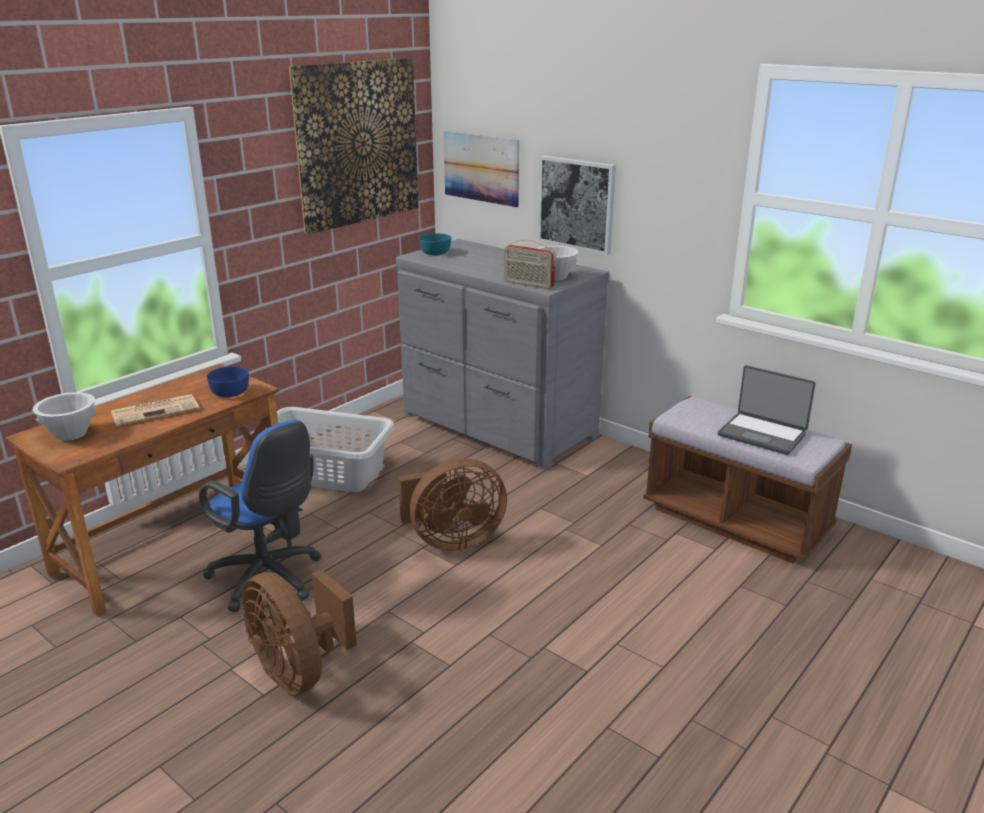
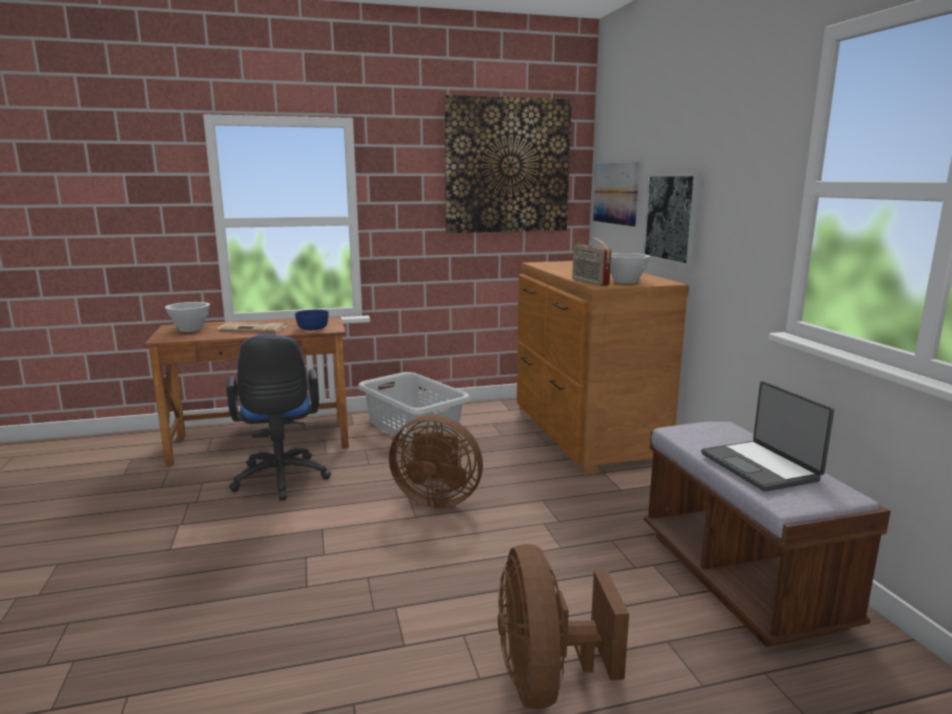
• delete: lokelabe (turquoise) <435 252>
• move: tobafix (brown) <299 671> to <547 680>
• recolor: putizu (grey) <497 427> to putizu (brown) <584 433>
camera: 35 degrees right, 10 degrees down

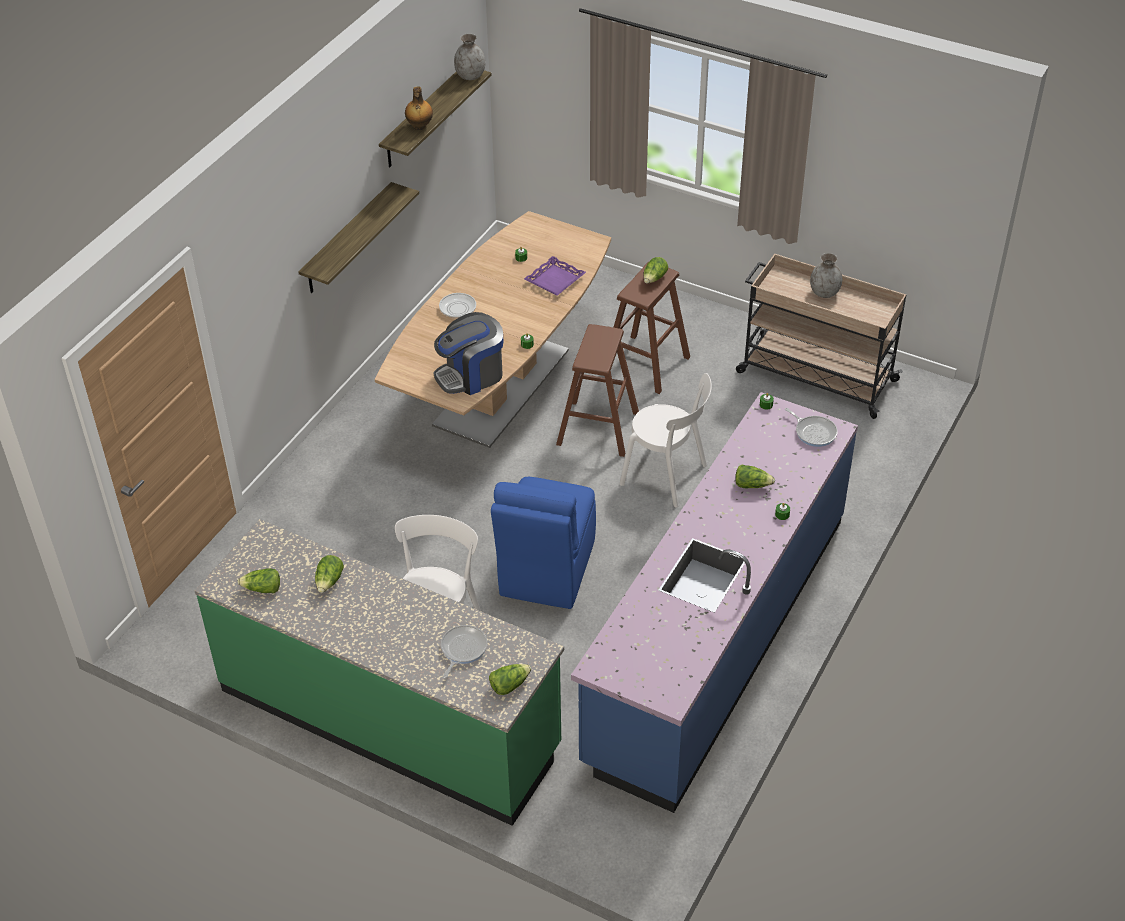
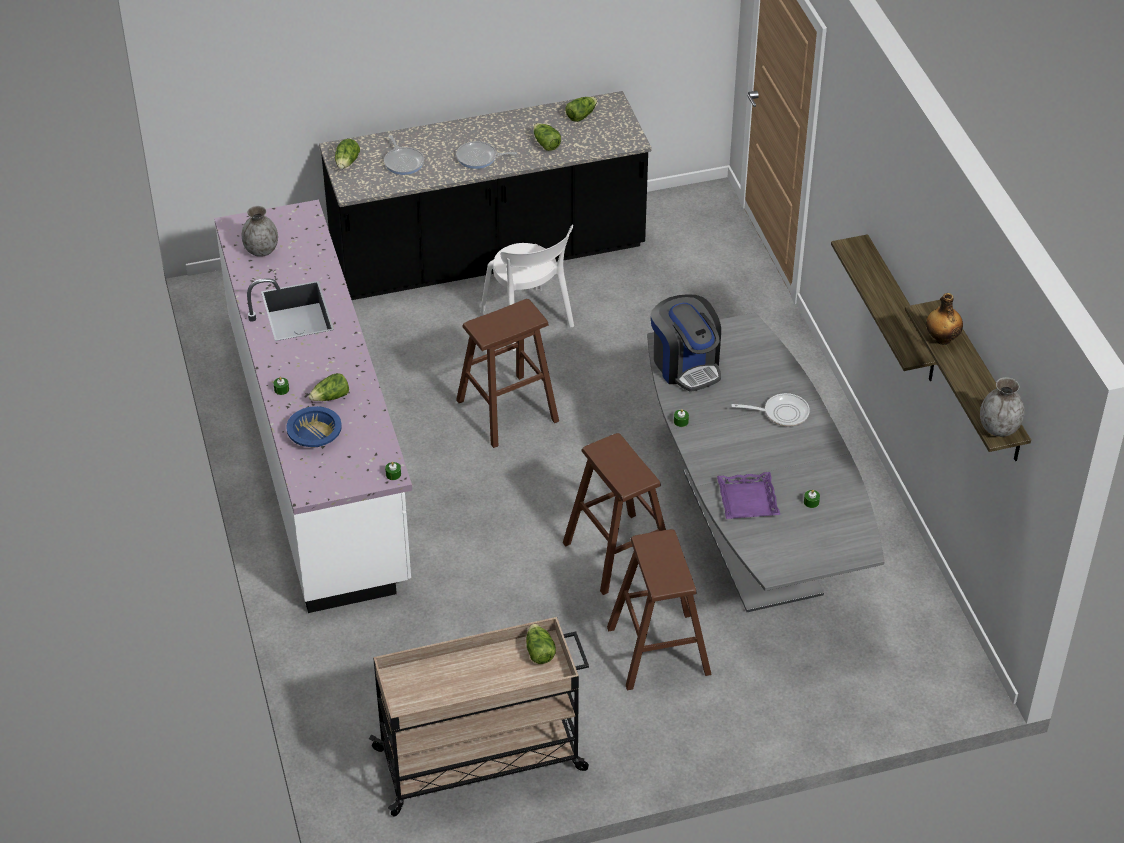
• delete: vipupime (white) <667 476>
• insert: lokelabe (blue) <315 434>
• move: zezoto <654 278> to <539 651>
• move: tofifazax <814 432> to <479 158>
• move: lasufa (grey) <824 292> to <261 250>
• replace: vipupime (blue) <546 570> to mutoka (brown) <507 410>
• recolor: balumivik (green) <390 718> to balumivik (black) <488 256>
• recolor: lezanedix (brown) <502 387> to lezanedix (grey) <751 532>
• recolor: balumivik (blue) <716 637> to balumivik (white) <318 449>
• rotate: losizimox <471 375> = <686 365> 135 degrees clockwise
camera: 135 degrees right, 0 degrees up

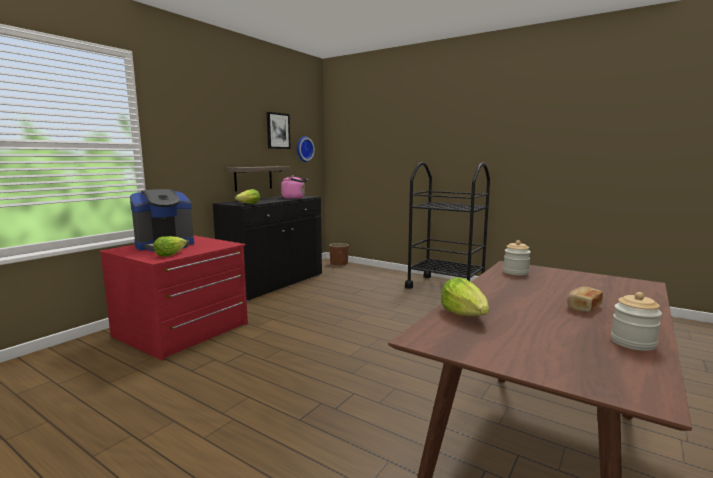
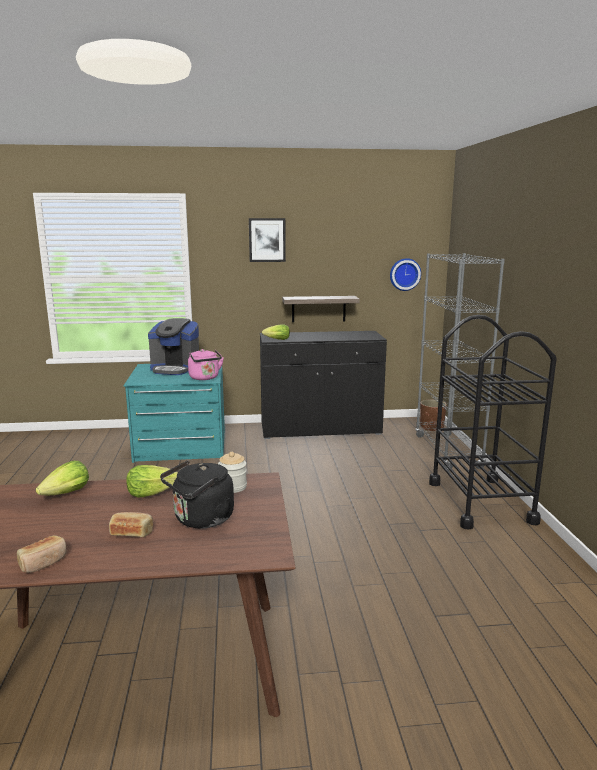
• insert: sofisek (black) <201 520>
• insert: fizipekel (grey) <447 452>
• move: zezoto <170 254> to <152 492>
• move: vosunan <278 131> to <267 240>
• move: sofisek (pink) <295 198> to <205 378>
• replace: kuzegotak <633 342> to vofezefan <43 562>
• recolor: putizu (red) <182 330> to putizu (turquoise) <181 446>
camera: 50 degrees right, 5 degrees up

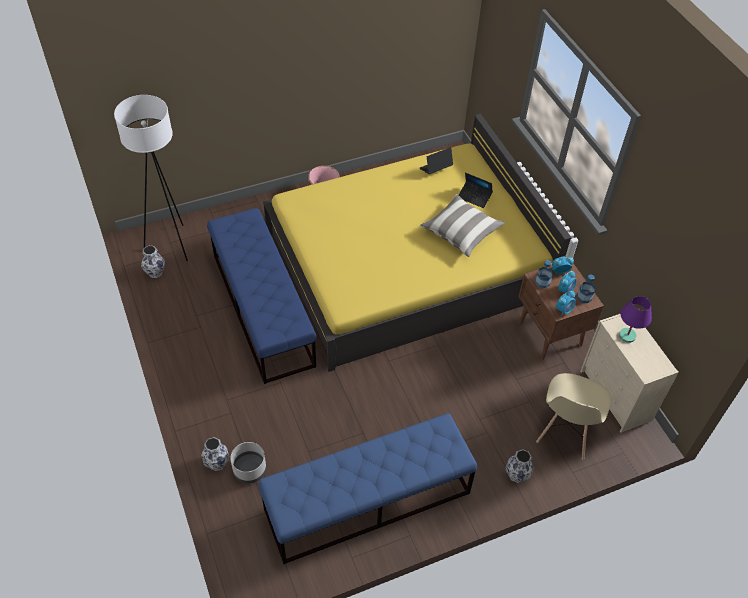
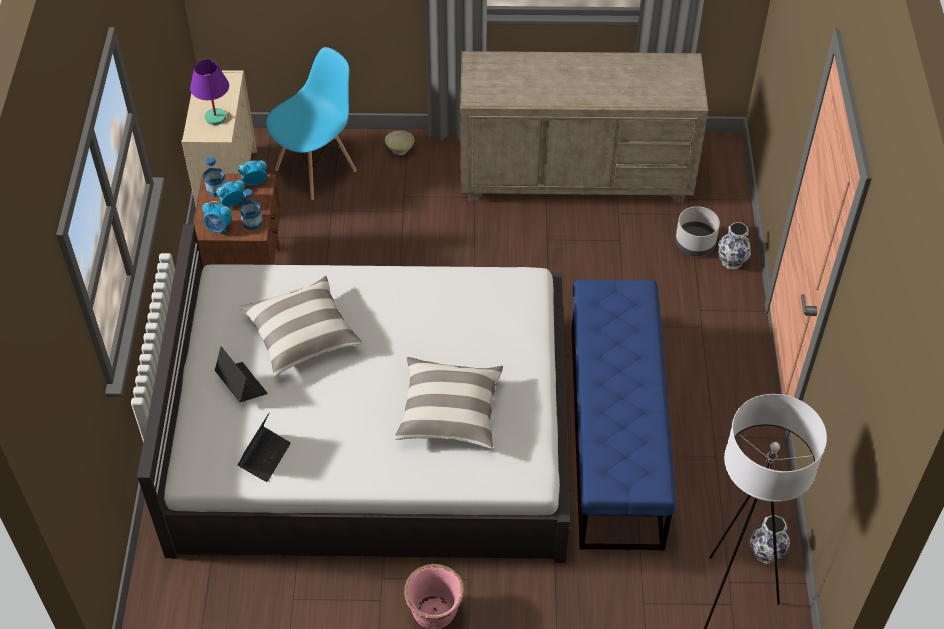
• insert: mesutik <449 412>
• replace: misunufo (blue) <367 501> to putizu (beige) <575 176>
• replace: lasufa <516 475> to lokelabe (beige) <400 149>
• recolor: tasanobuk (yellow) <407 266> to tasanobuk (white) <372 431>
• recolor: vipupime (beige) <565 432> to vipupime (blue) <316 170>
• rotate: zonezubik <435 169> = <265 457> 60 degrees counterclockwise
camera: 155 degrees left, 0 degrees up

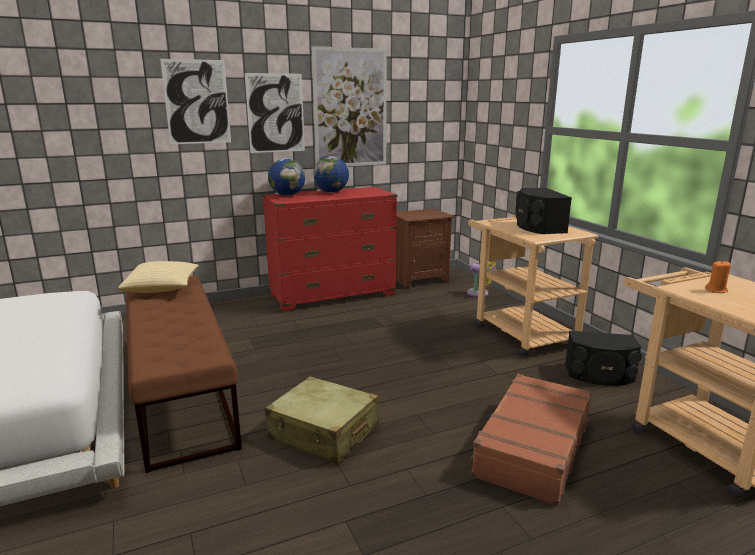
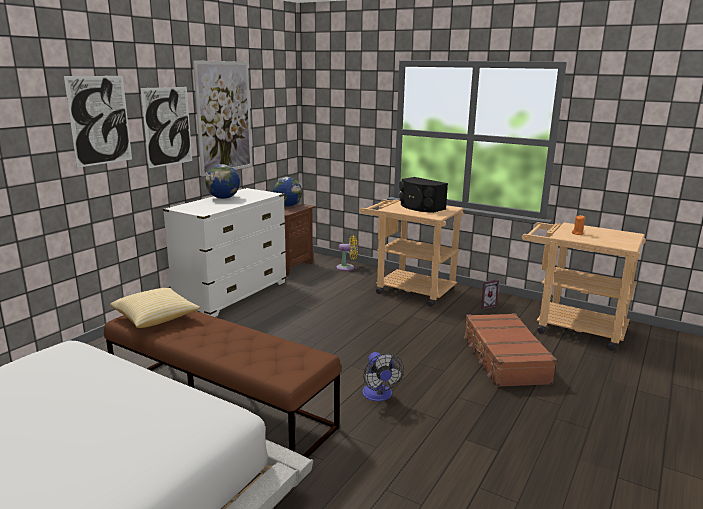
• move: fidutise <287 195> to <287 206>
• replace: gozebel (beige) <324 433> to tobafix <379 396>
• replace: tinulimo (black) <600 375> to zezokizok <486 305>
• recolor: putizu (red) <333 295> to putizu (white) <233 295>
camera: 35 degrees left, 0 degrees up

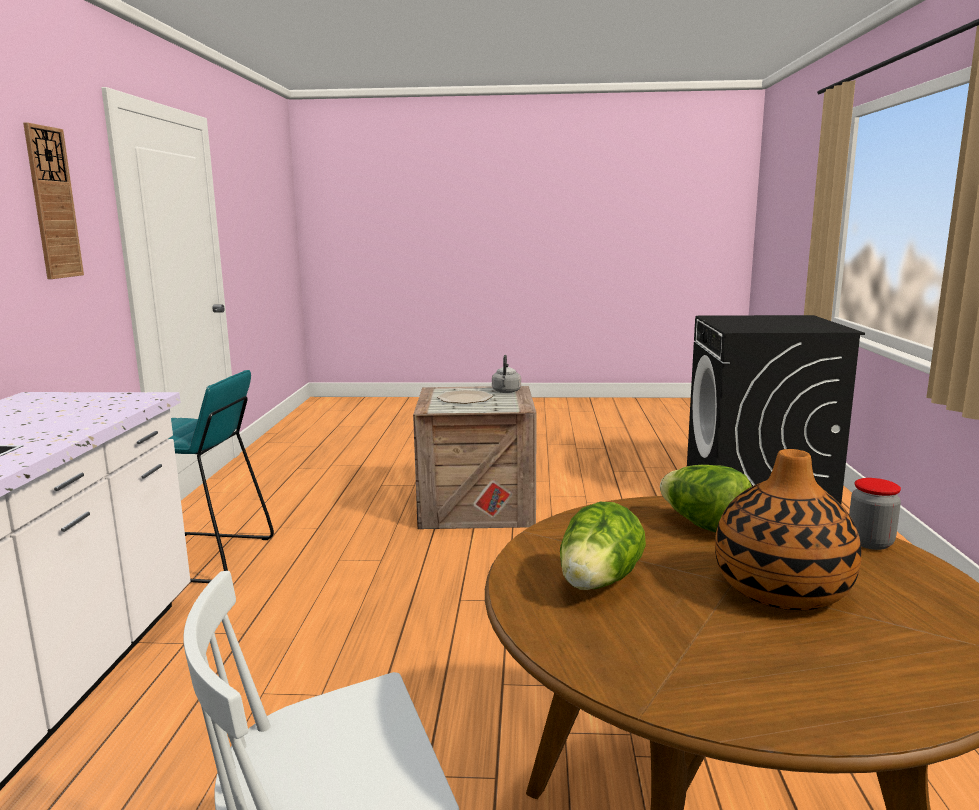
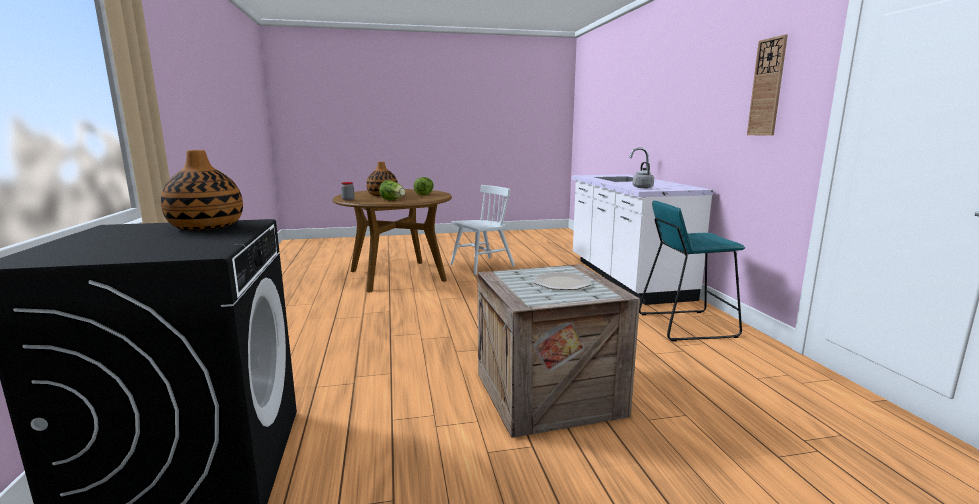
• insert: lasufa <206 227>
• move: sofisek (grey) <506 392> to <642 187>
camera: 165 degrees right, 0 degrees up

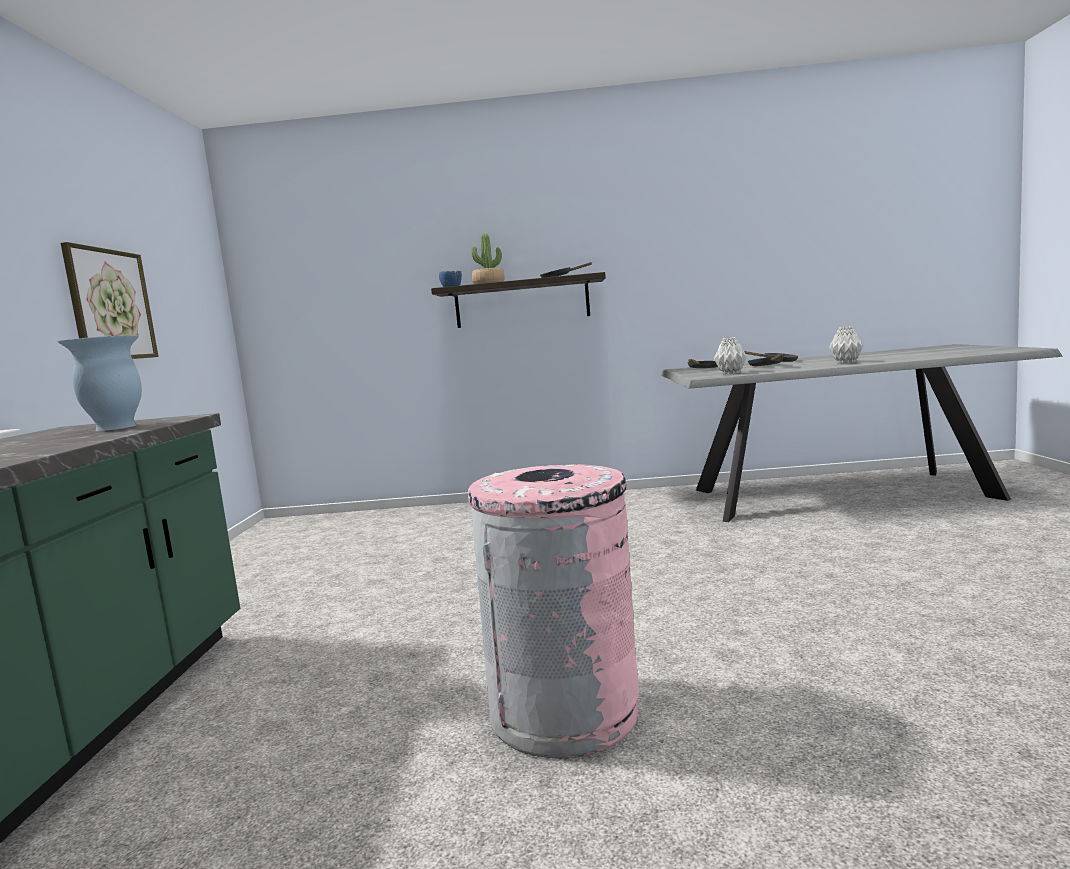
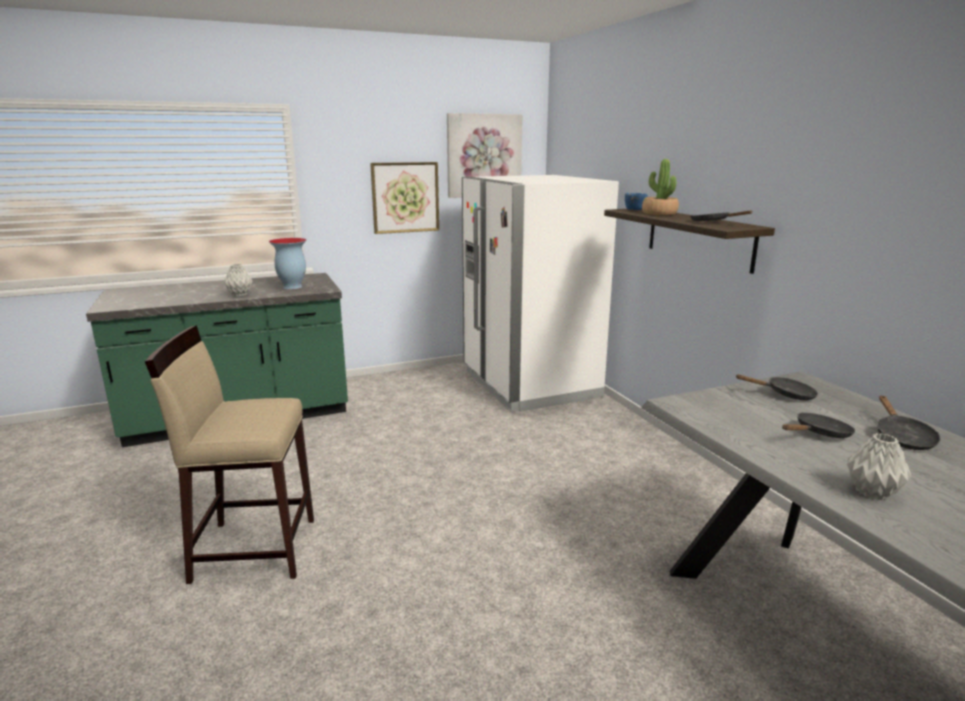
• insert: vosunan <484 155>
• insert: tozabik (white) <529 384>
• move: lasufa (grey) <730 373> to <240 294>
• replace: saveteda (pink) <565 712> to mutoka (beige) <254 548>
camera: 65 degrees right, 10 degrees up

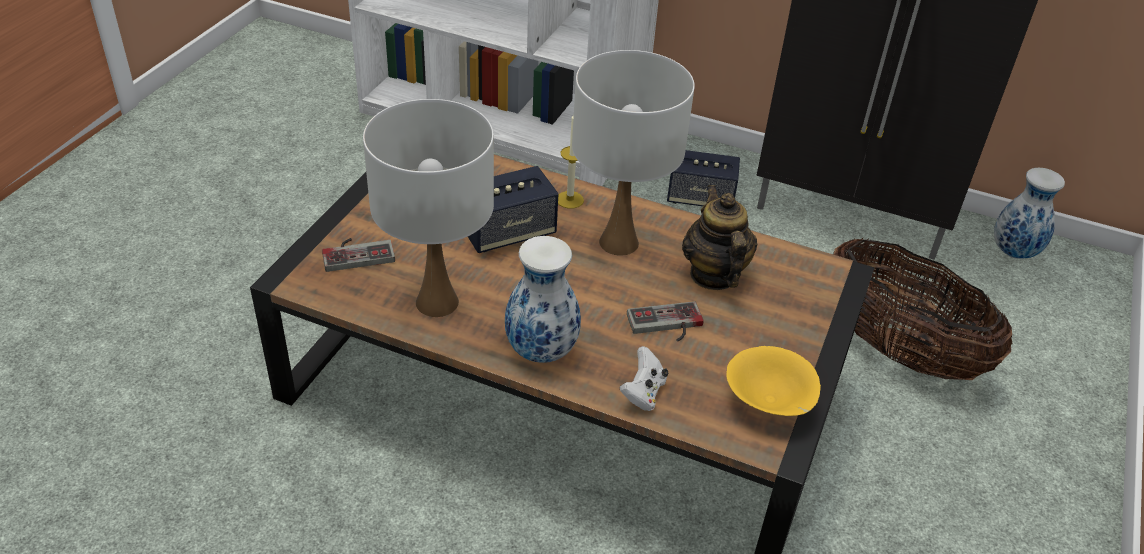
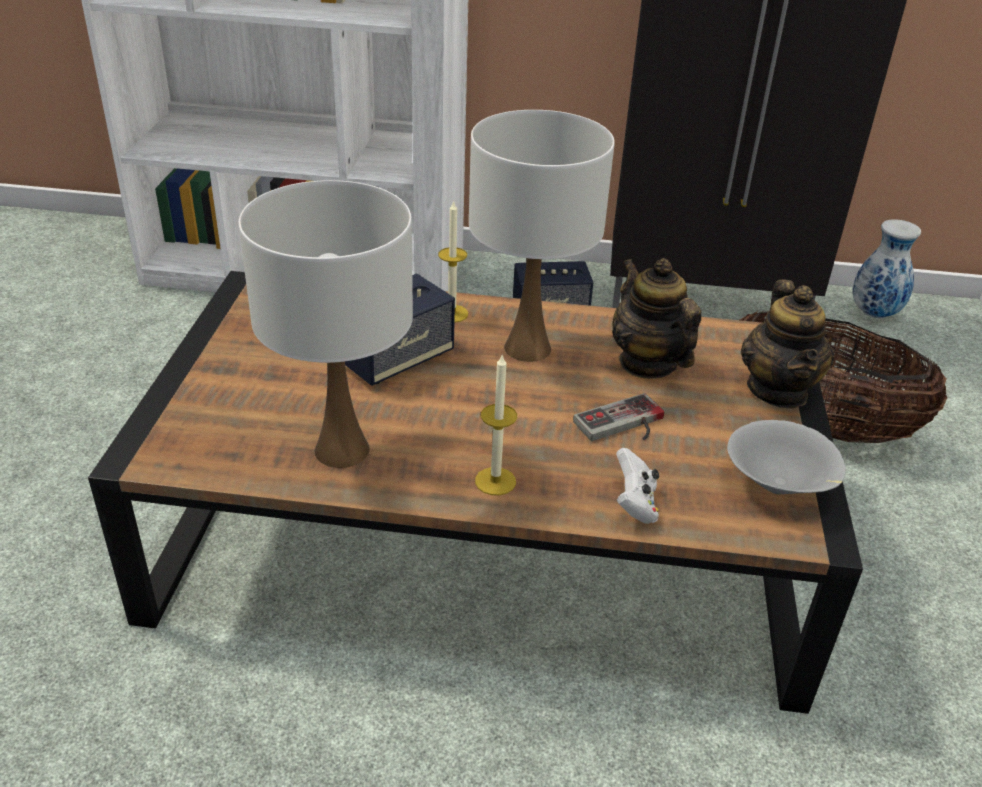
• delete: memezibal <357 252>
• insert: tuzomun <778 390>
• replace: lasufa <543 351> to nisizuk <495 481>
• recolor: lokelabe (yellow) <769 404> to lokelabe (grey) <779 487>
camera: 15 degrees left, 5 degrees down

